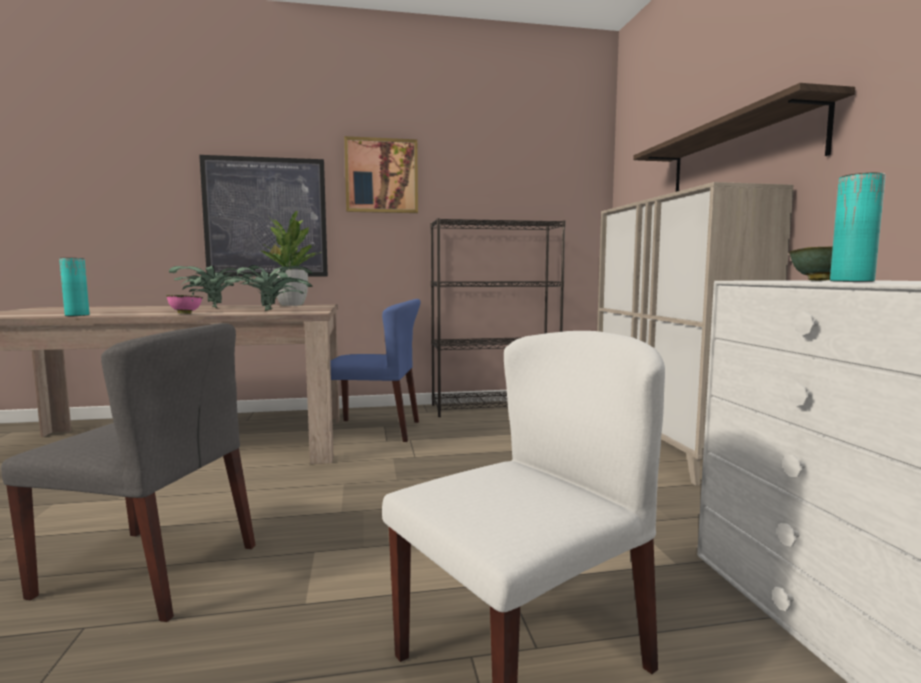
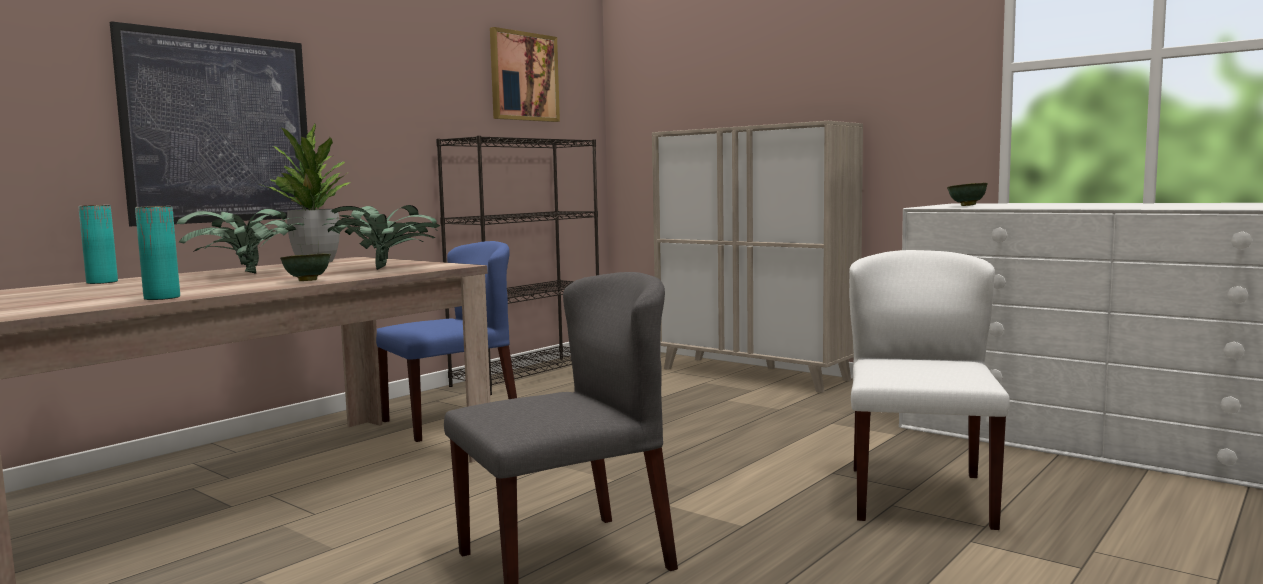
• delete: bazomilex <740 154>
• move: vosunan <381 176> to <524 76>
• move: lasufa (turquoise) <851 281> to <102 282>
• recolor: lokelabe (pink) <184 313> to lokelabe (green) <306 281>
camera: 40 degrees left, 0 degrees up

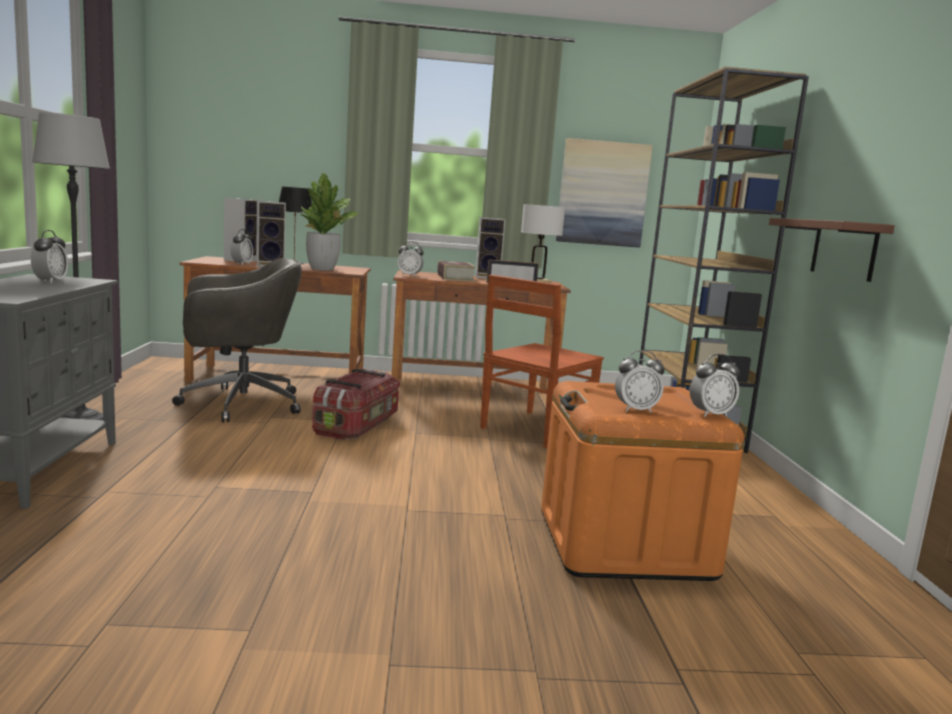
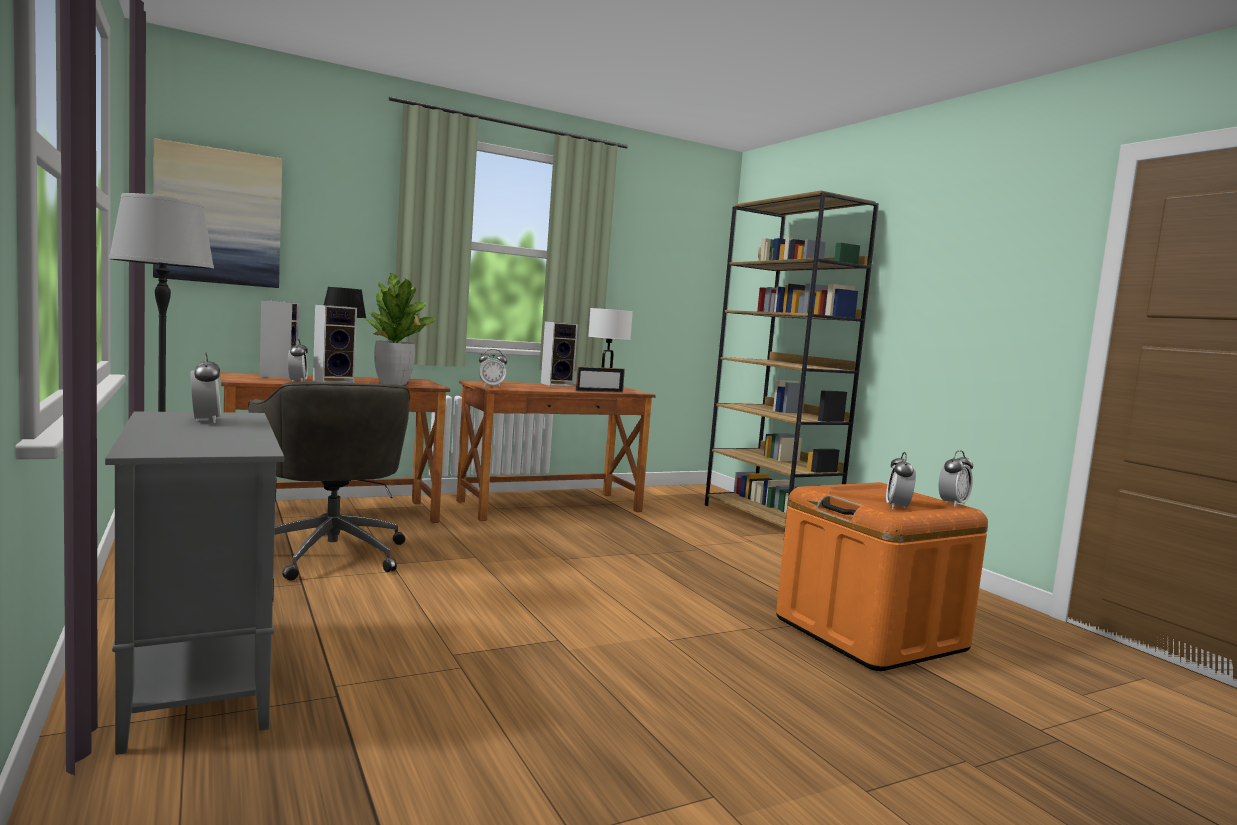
• delete: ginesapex <357 425>
• delete: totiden <455 278>
• delete: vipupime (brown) <535 429>
• delete: bazomilex (brown) <844 249>
• move: vosunan <602 193> to <219 217>
• rotate: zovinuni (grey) <238 404> = <331 553> 105 degrees clockwise
• rotate: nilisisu <635 410> = <897 507> 135 degrees clockwise
camera: 25 degrees left, 5 degrees down

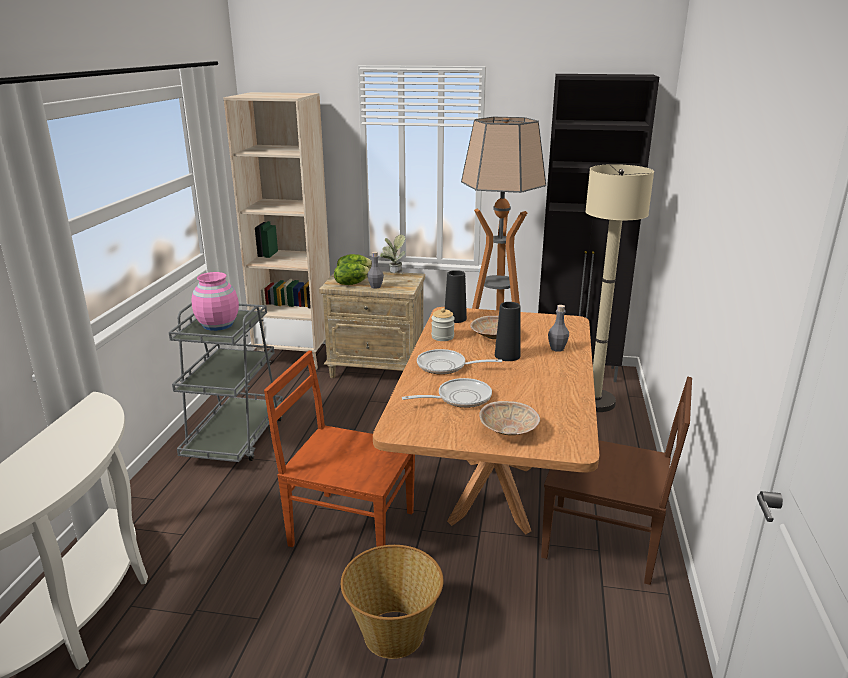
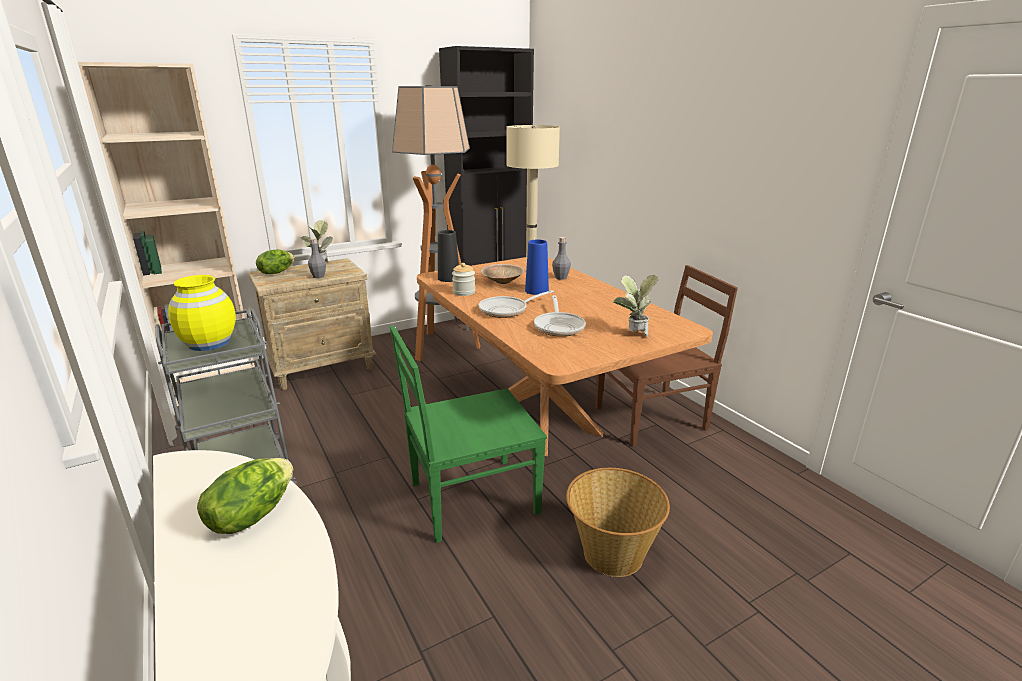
• move: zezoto <351 283> to <251 515>
• replace: lokelabe (beige) <508 432> to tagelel <633 335>
• recolor: lasufa (pink) <217 325> to lasufa (yellow) <209 343>
• recolor: vipupime (brown) <349 527> to vipupime (green) <470 498>
• recolor: lasufa (black) <507 355> to lasufa (blue) <536 291>
• rotate: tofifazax <459 398> = <559 326> 150 degrees clockwise
camera: 40 degrees left, 0 degrees up

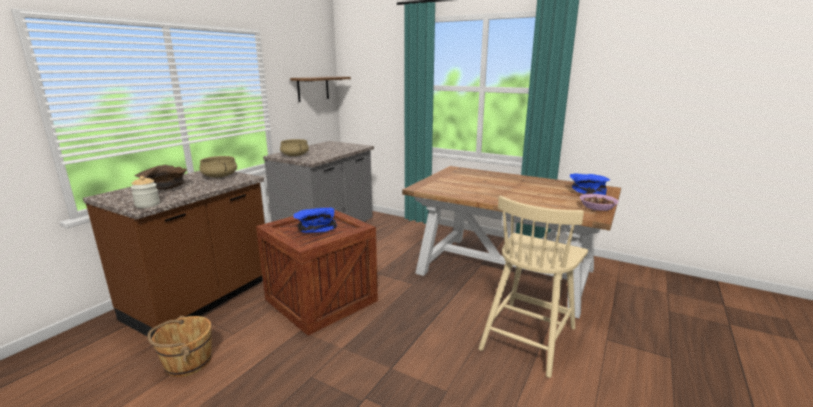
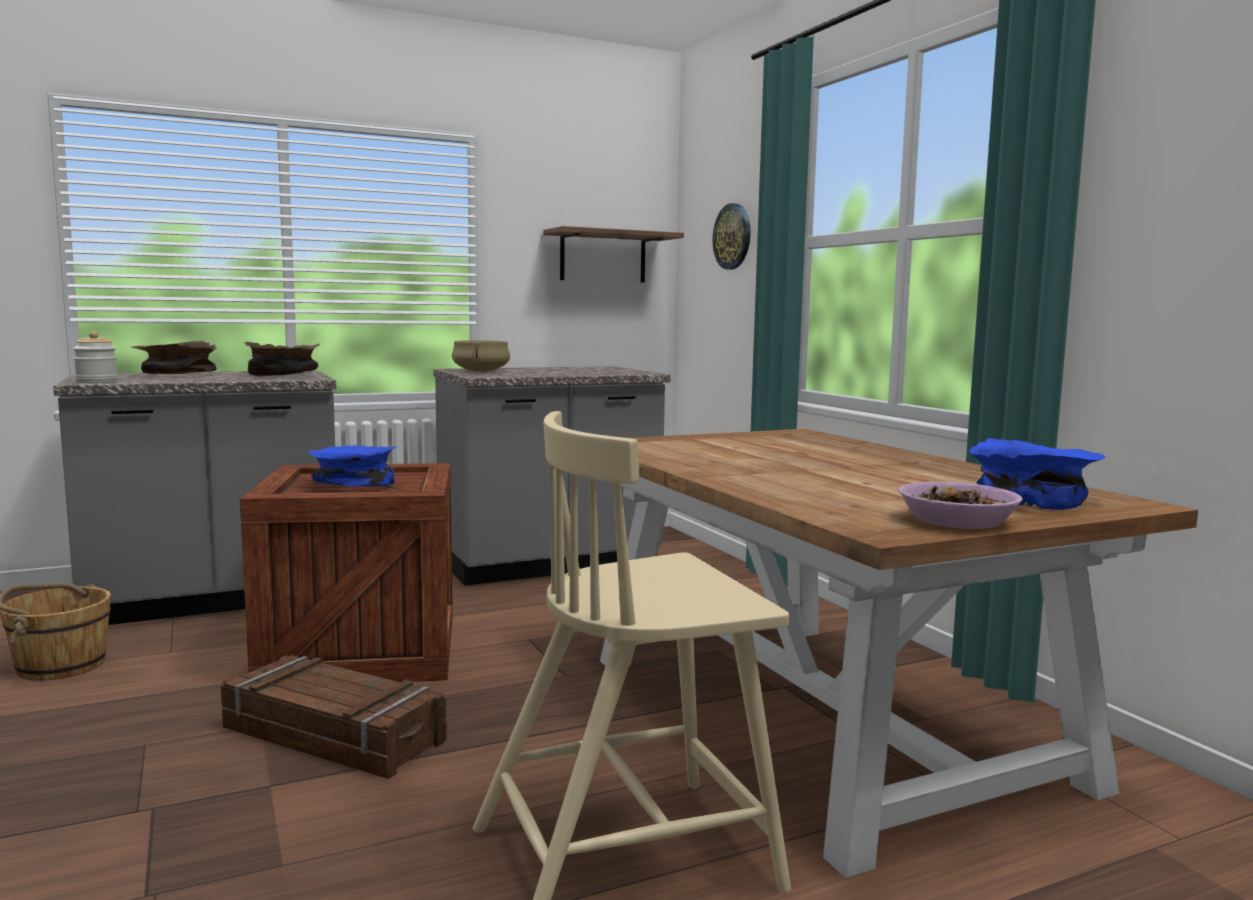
• insert: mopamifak <332 736>
• insert: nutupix <733 236>
• replace: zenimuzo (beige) <220 176> to lokelabe (brown) <285 375>
• recolor: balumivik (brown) <201 300> to balumivik (grey) <214 600>
camera: 35 degrees right, 10 degrees down

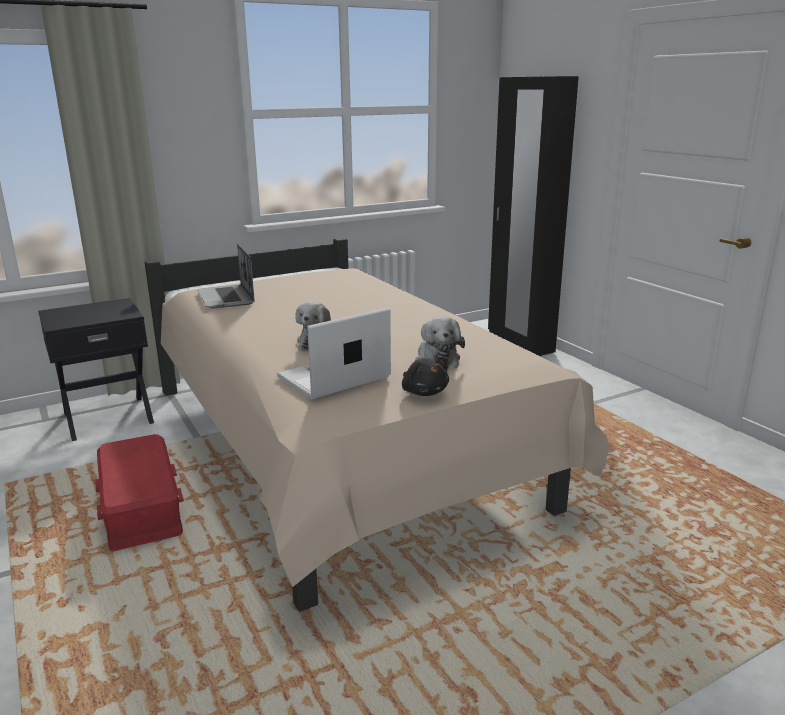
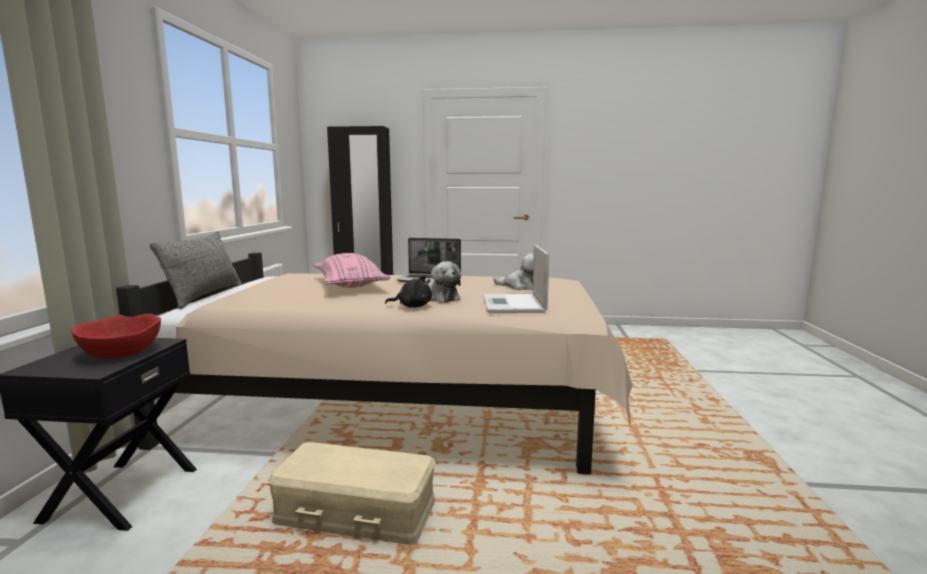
• insert: lokelabe (red) <122 353>
• insert: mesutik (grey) <205 295>
• insert: mesutik (pink) <350 285>
• move: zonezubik <227 298> to <430 280>
• move: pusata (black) <424 392> to <412 306>
• recolor: ginesapex (red) <142 507> to ginesapex (beige) <357 511>
camera: 55 degrees left, 10 degrees down

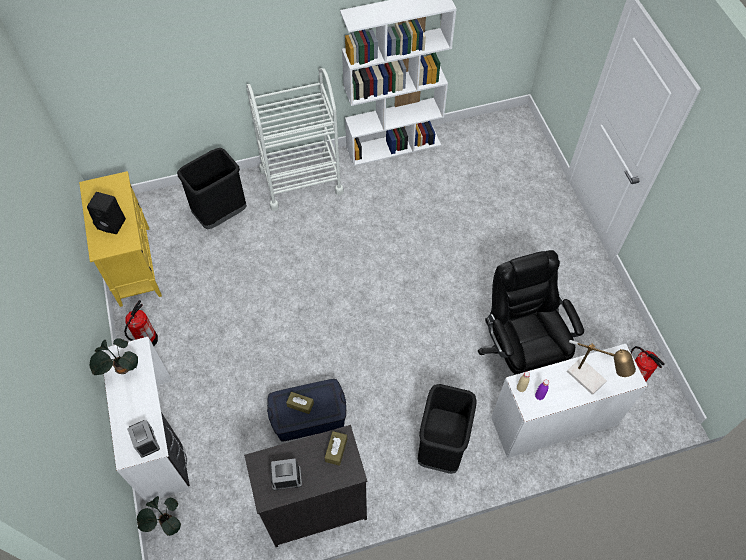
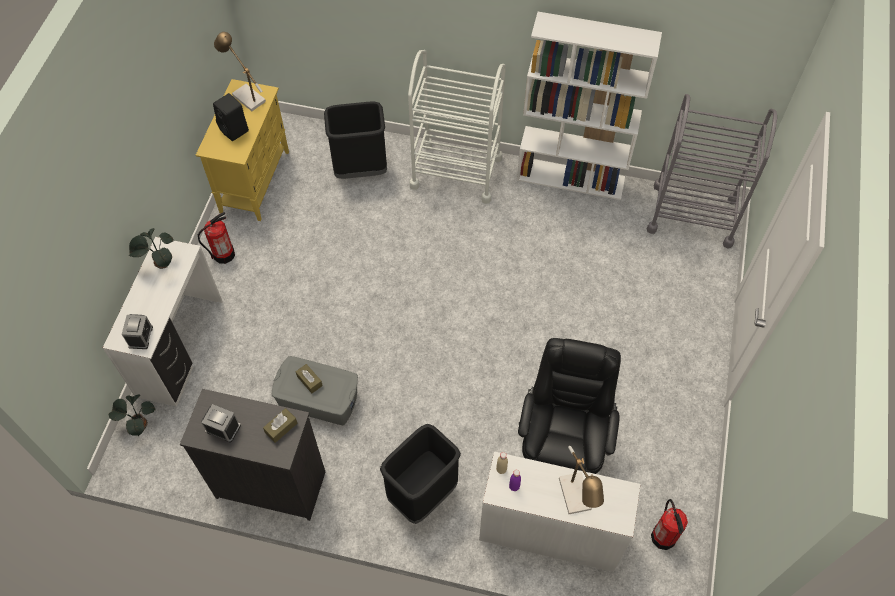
• insert: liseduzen <245 96>
• insert: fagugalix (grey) <692 215>
• recolor: ginesapex (blue) <308 417> to ginesapex (grey) <318 399>
camera: 30 degrees right, 0 degrees up

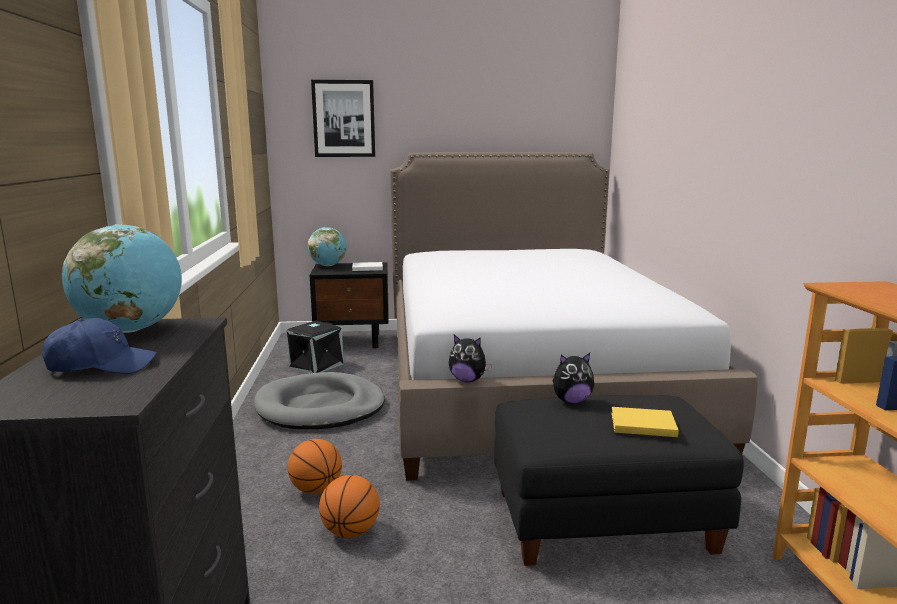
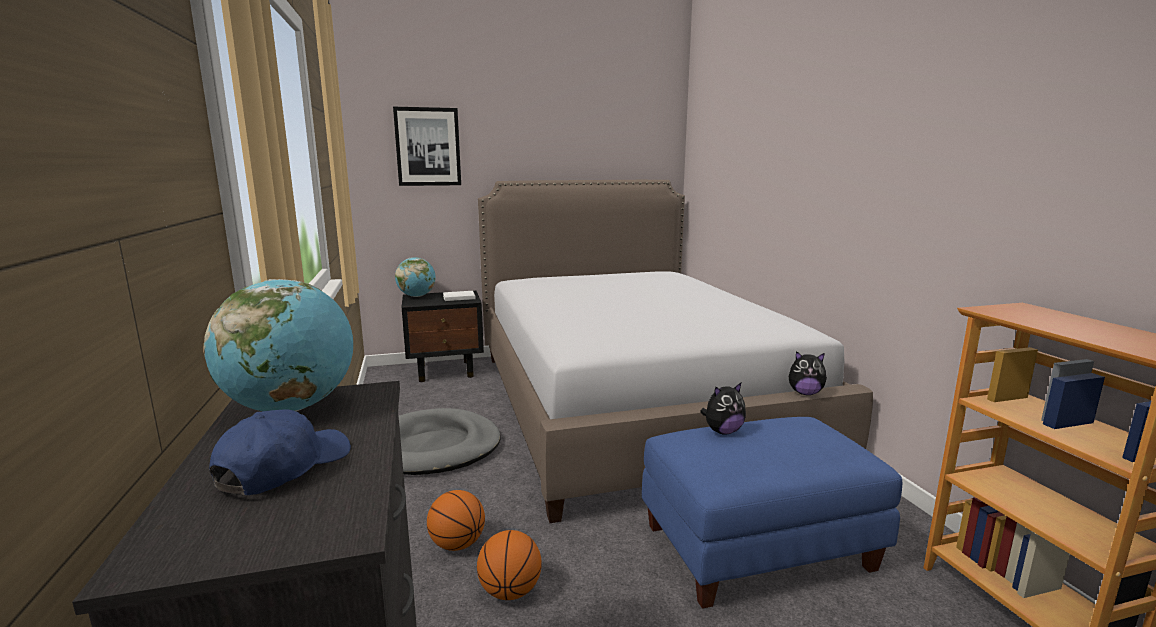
• delete: ginesapex (black) <316 365>
• delete: totiden (yellow) <641 424>
• move: pusata <468 380> to <805 393>
• recolor: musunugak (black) <603 519> to musunugak (blue) <757 546>
• rotate: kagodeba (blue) <102 365> = <284 467> 45 degrees counterclockwise
camera: 10 degrees left, 0 degrees up

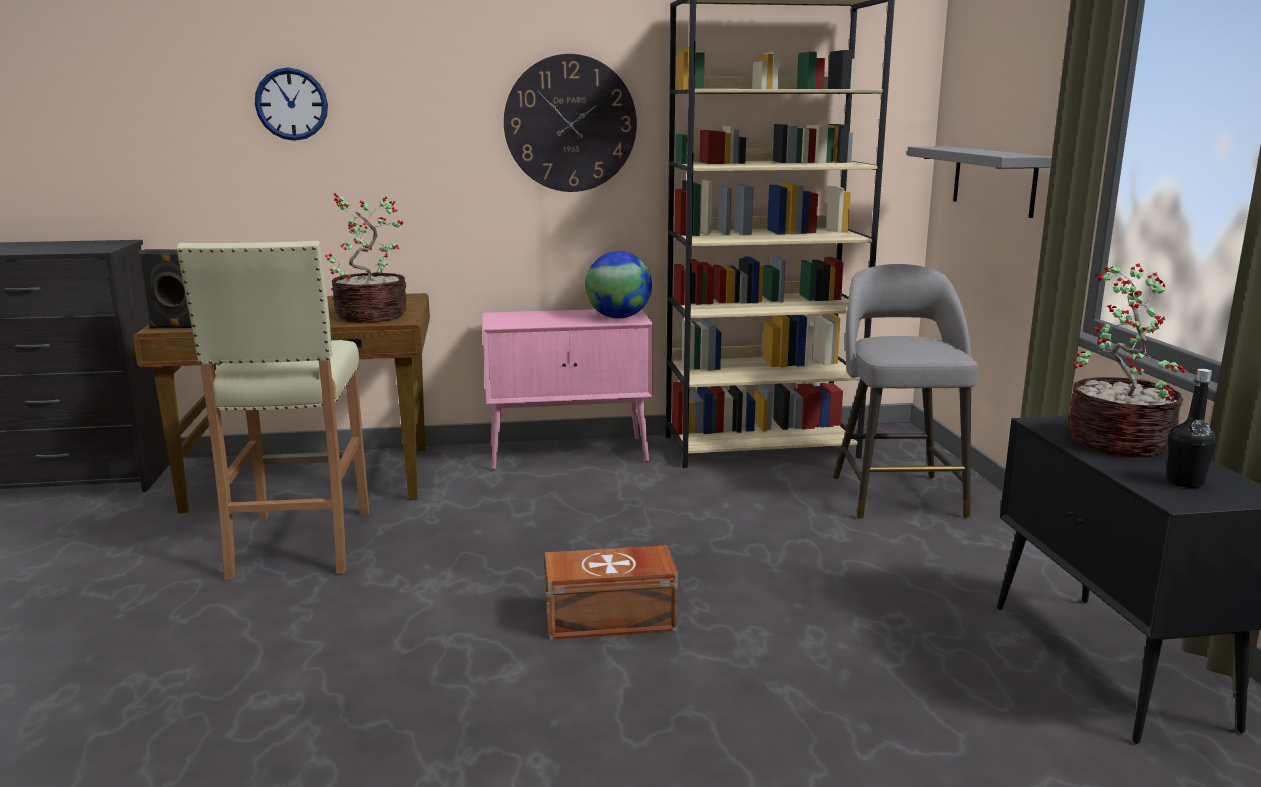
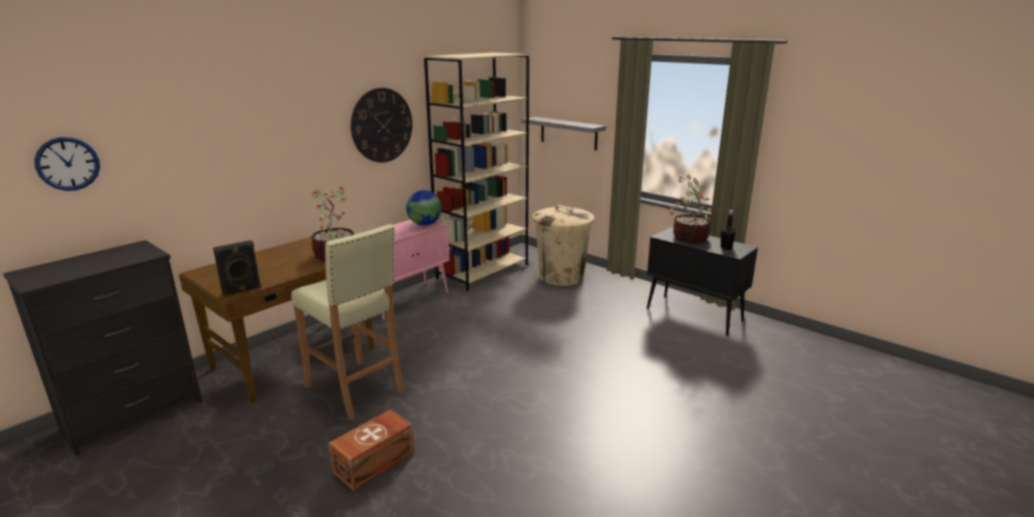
• move: nutupix <291 104> to <68 164>
• move: ginesapex (brown) <612 619> to <376 462>
• replace: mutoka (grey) <896 494> to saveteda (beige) <561 276>
camera: 40 degrees left, 5 degrees up

